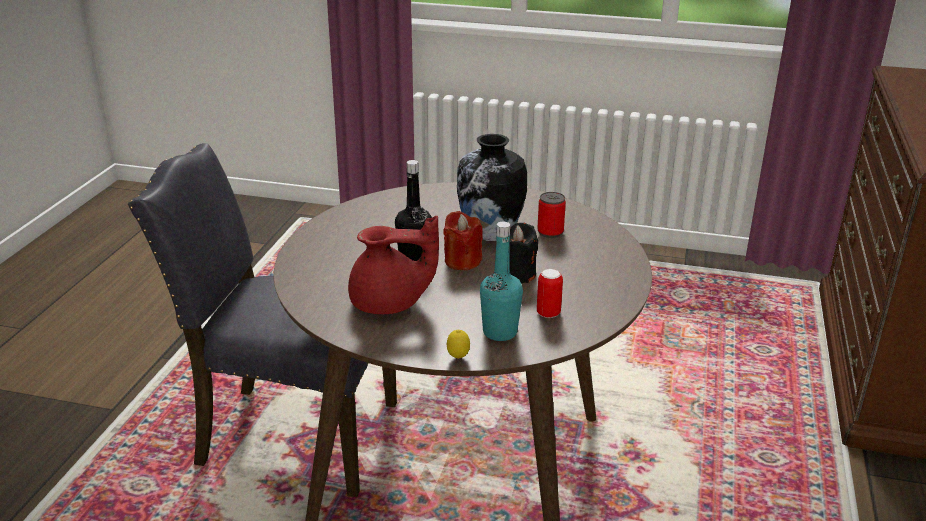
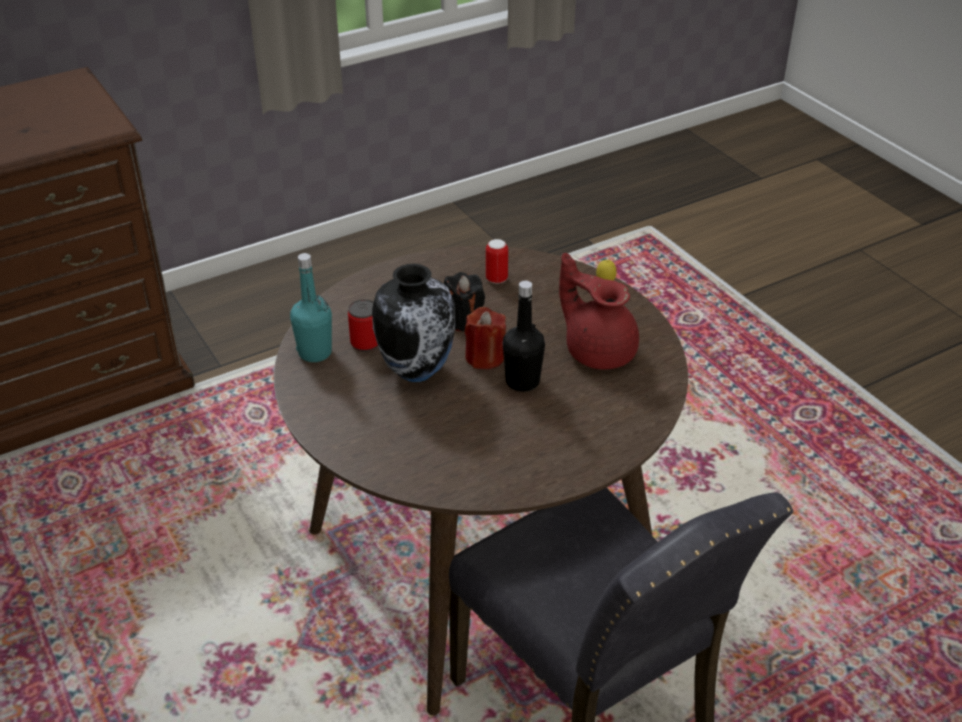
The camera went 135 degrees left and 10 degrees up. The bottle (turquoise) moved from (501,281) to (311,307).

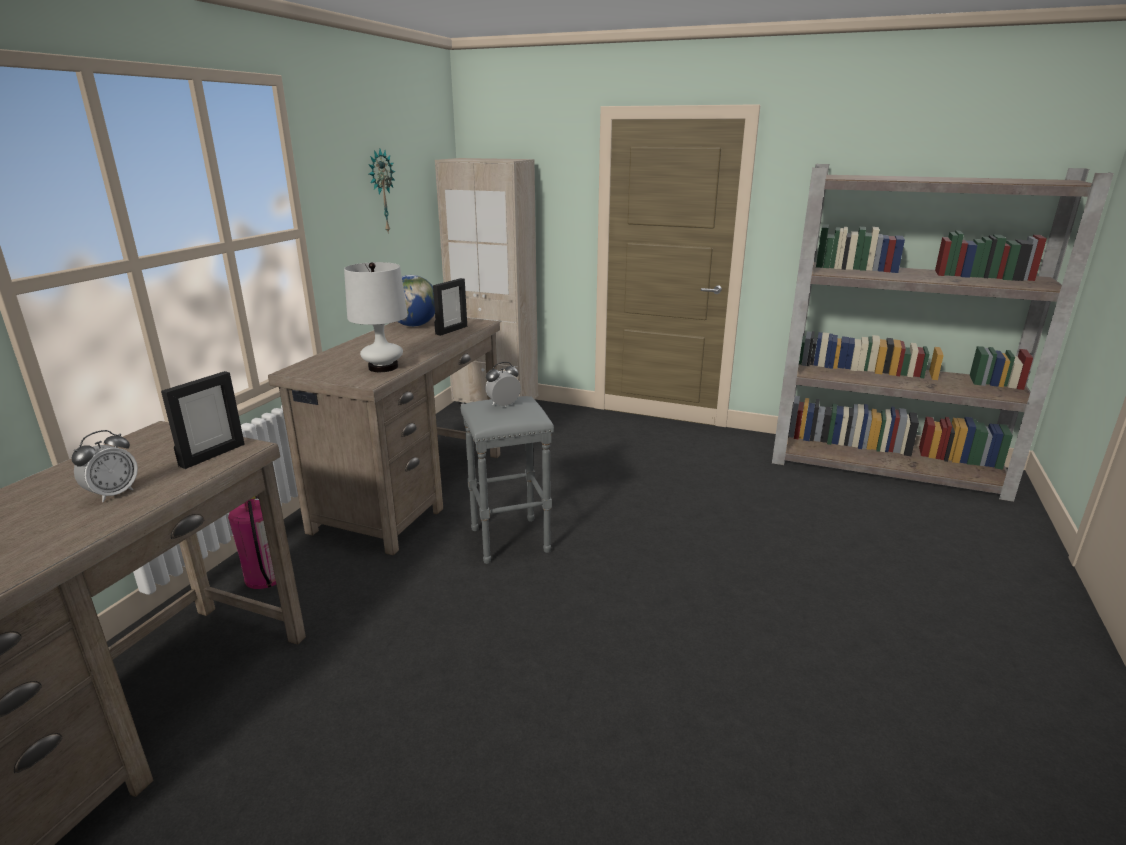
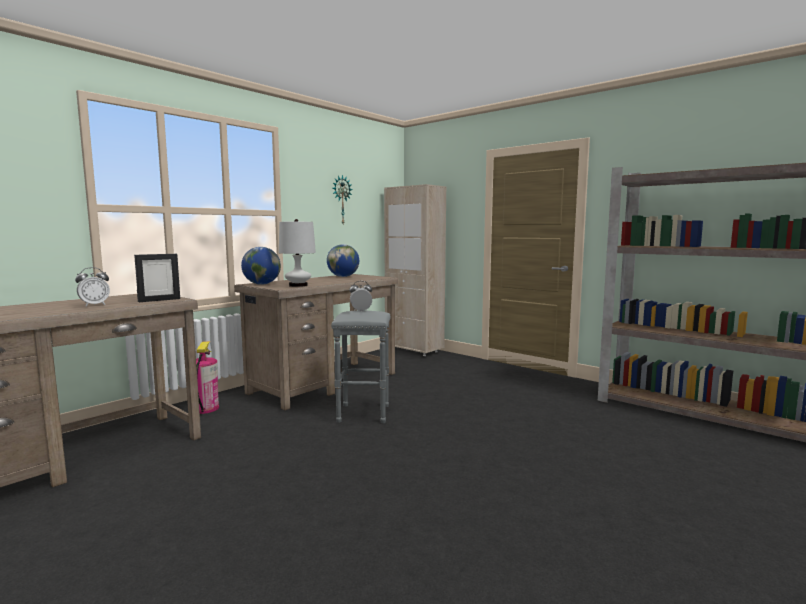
The camera went 20 degrees right and 15 degrees down. The globe at (261,266) appeared. The picture frame at (450,307) disappeared.

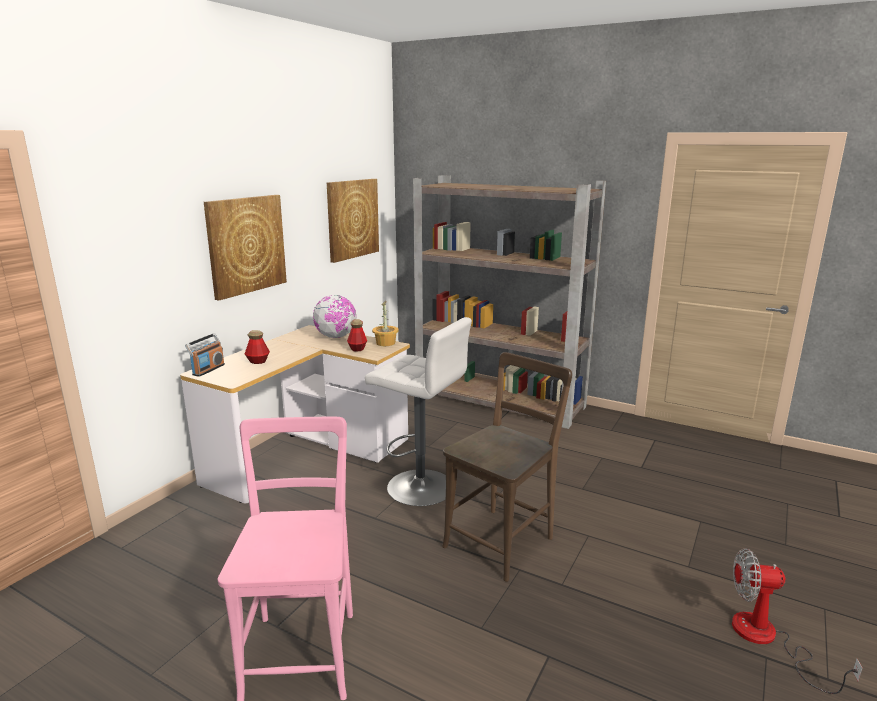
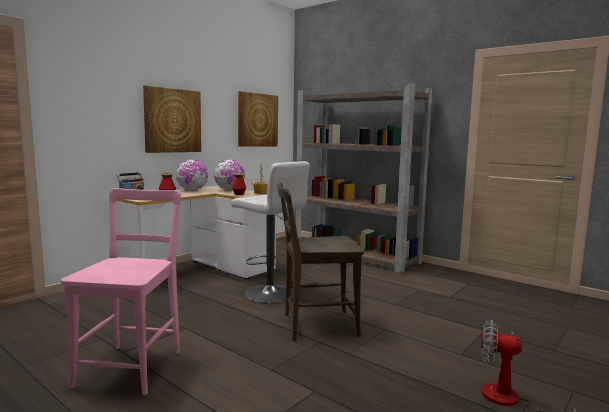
The camera went 10 degrees right and 10 degrees down. The globe at (192,175) appeared. The chair (brown) at (507,467) turned 150 degrees counterclockwise.

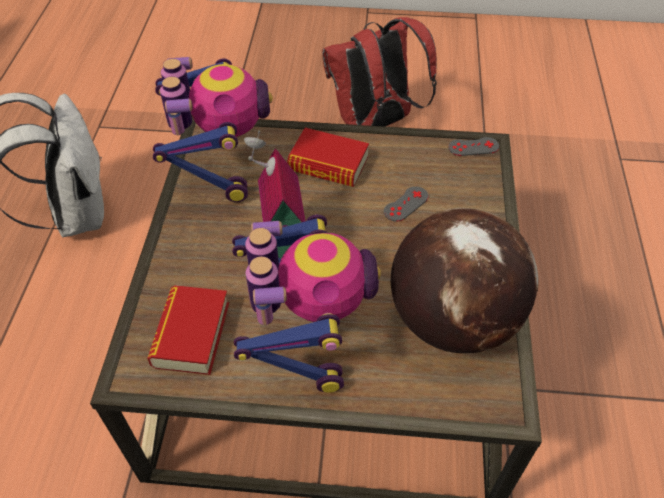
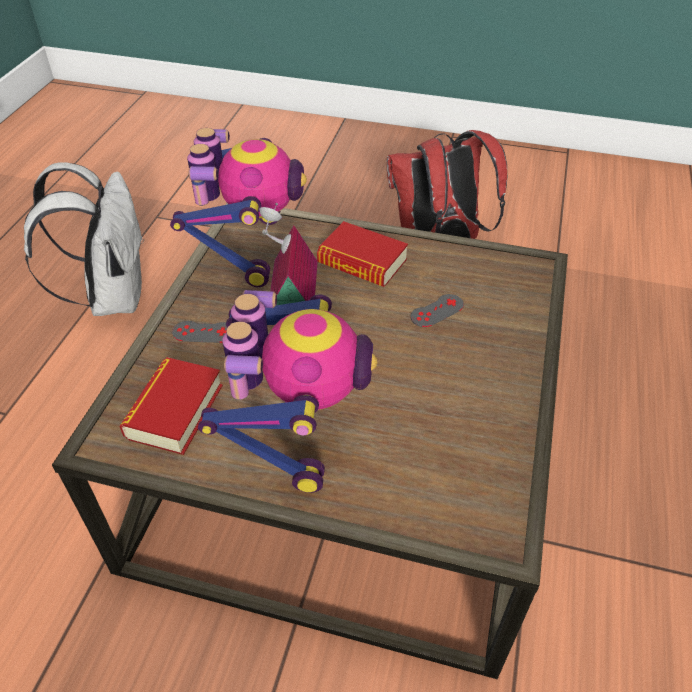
The camera went 10 degrees right and 5 degrees down. The game controller (grey) moved from (473,146) to (199,332). The globe at (464,280) disappeared.

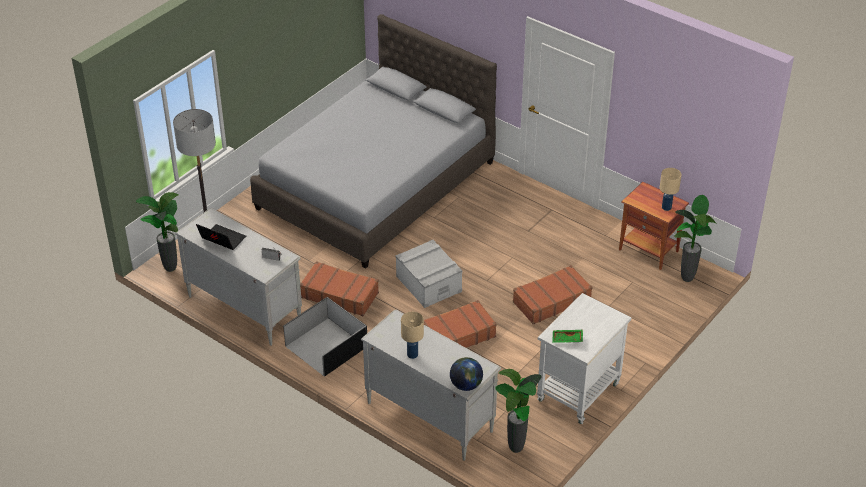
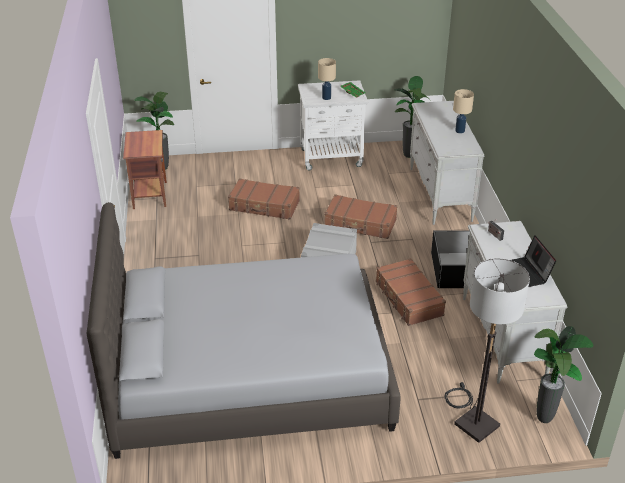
The camera went 135 degrees left and 5 degrees down. The table lamp (beige) moved from (670,189) to (327,79). The globe at (466,374) disappeared.

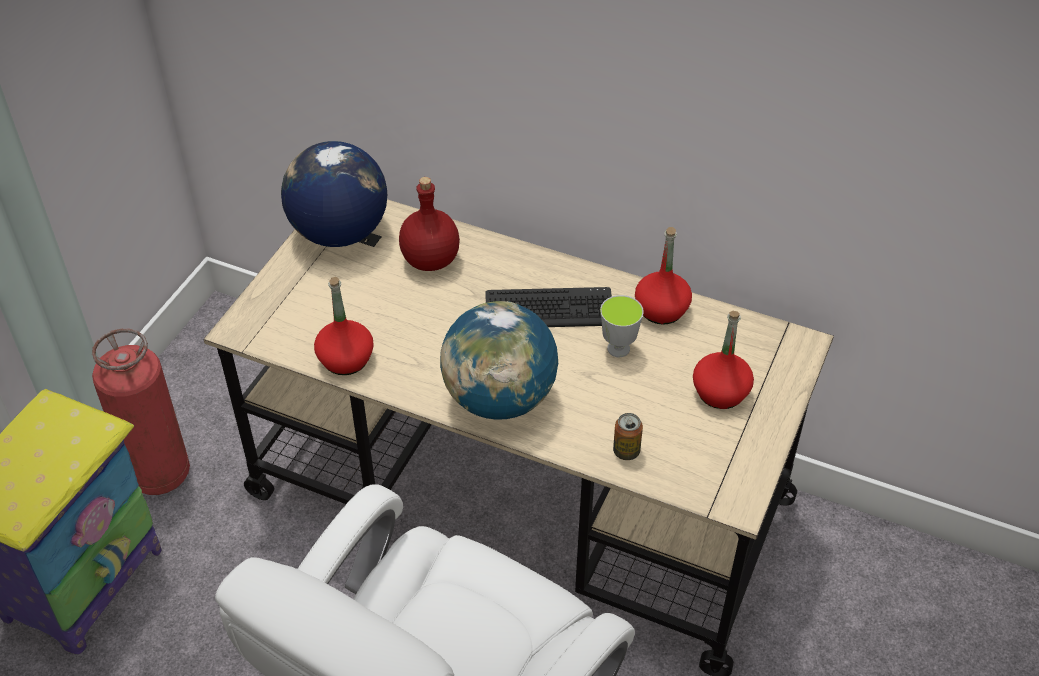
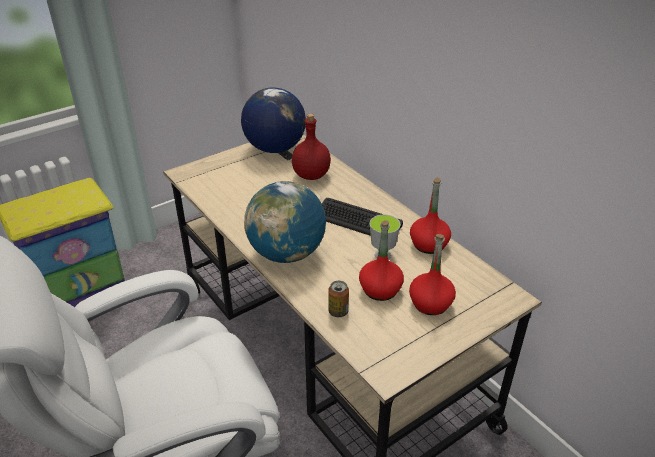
The camera went 30 degrees right and 10 degrees down. The bottle (red) moved from (344,326) to (381,260). The fire extinguisher at (141,412) disappeared.

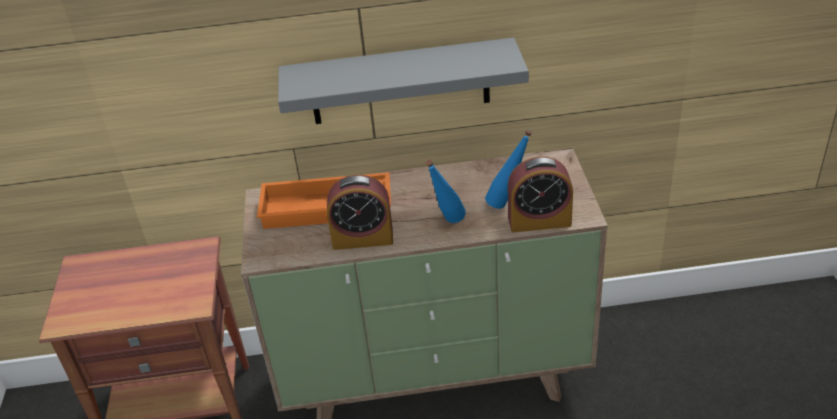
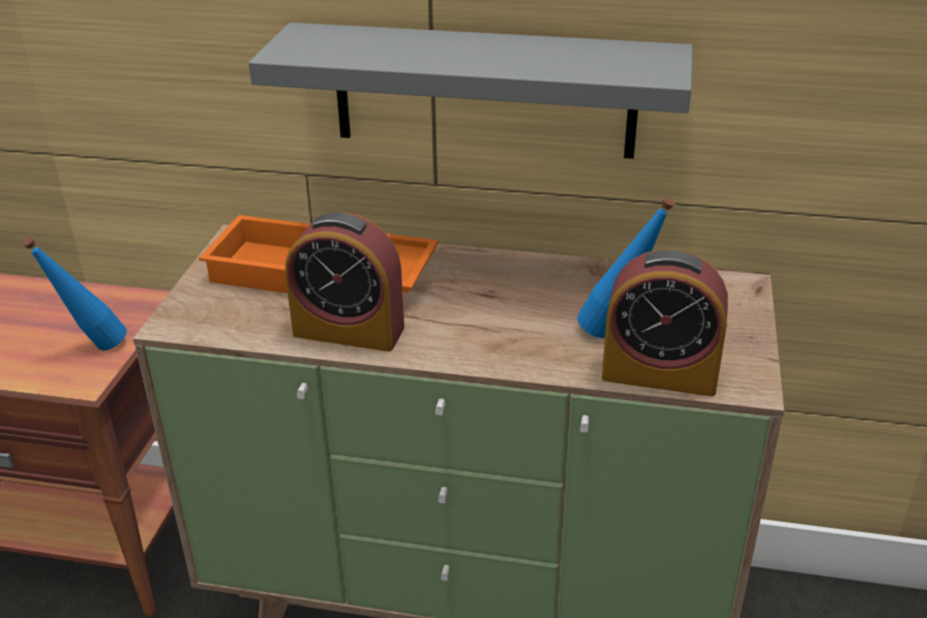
The camera went 15 degrees right and 5 degrees down. The bottle (blue) moved from (446,191) to (75,294).

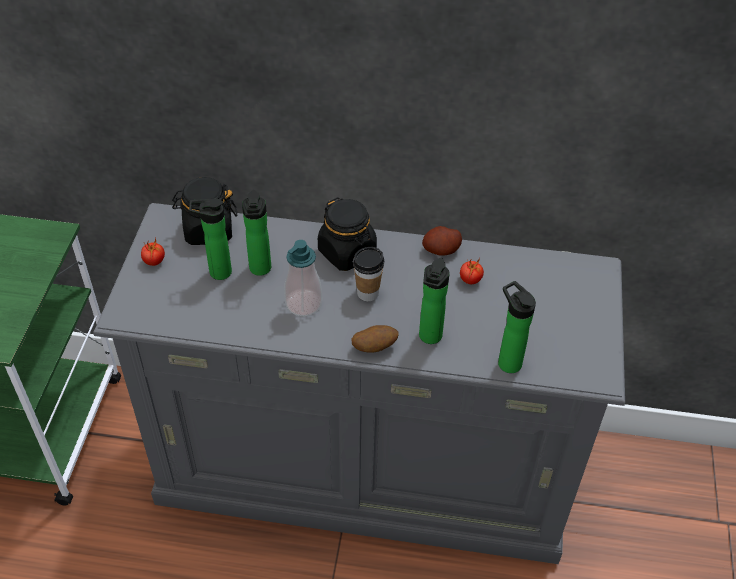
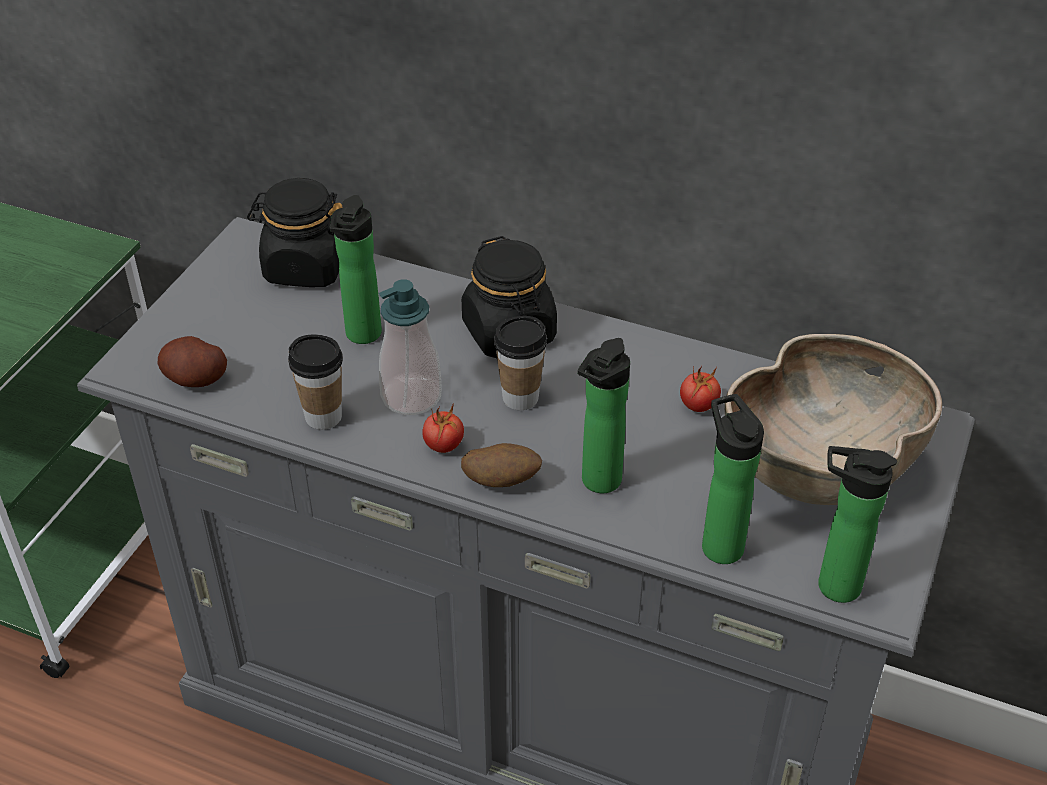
The camera went 15 degrees right and 5 degrees down. The potato moved from (442,241) to (192,361). The cup at (315,382) appeared. The tomato moved from (153,252) to (443,427). The bowl (brown) at (833,419) appeared. The bottle moved from (210,239) to (857,524).

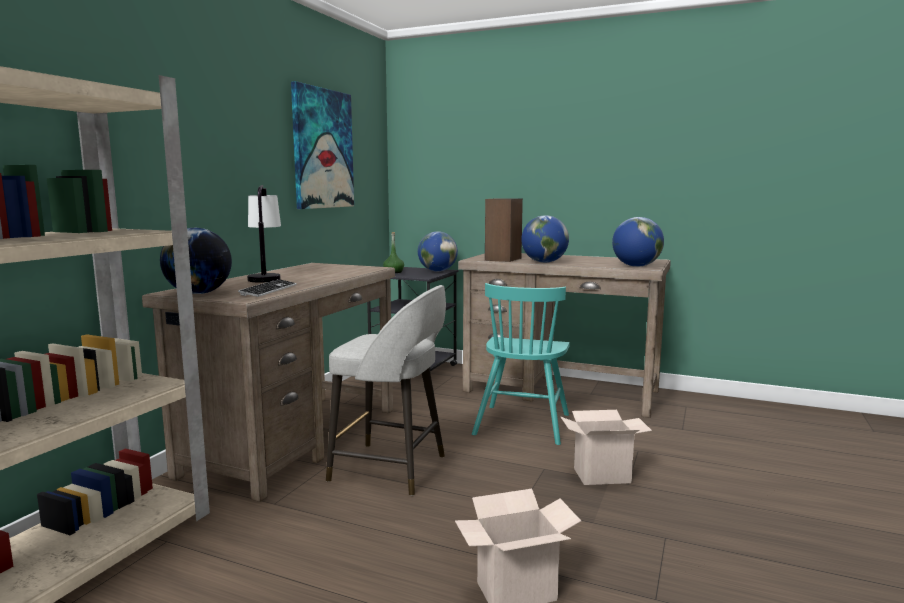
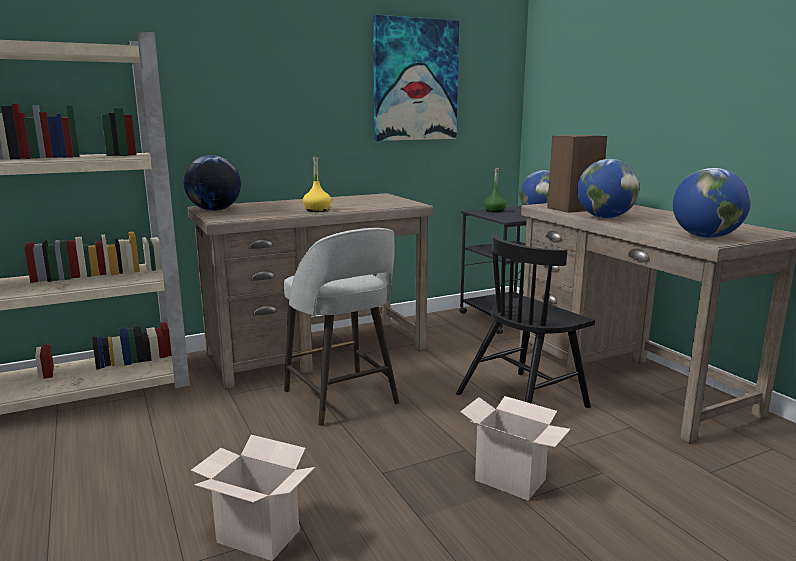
The camera went 40 degrees right and 5 degrees up. The bottle (yellow) at (317,184) appeared. The chair (turquoise) at (521,364) became the chair (black) at (525,320). The keyboard at (267,288) disappeared. The table lamp at (264,233) disappeared.

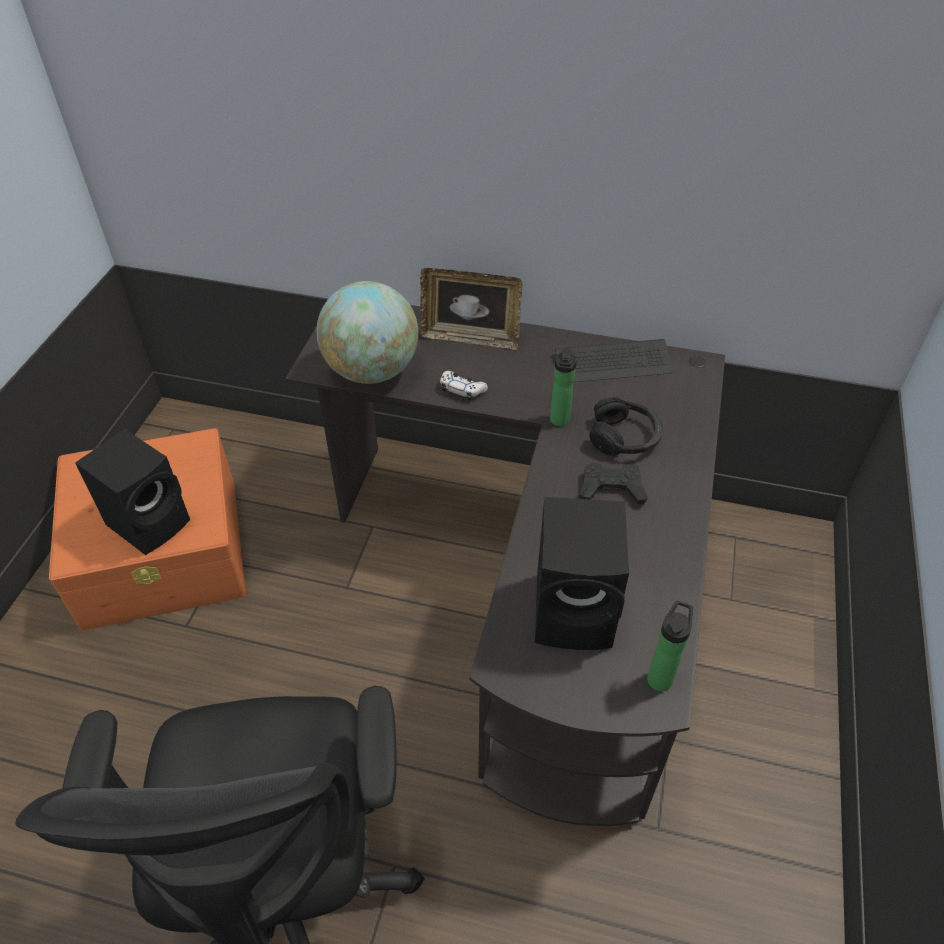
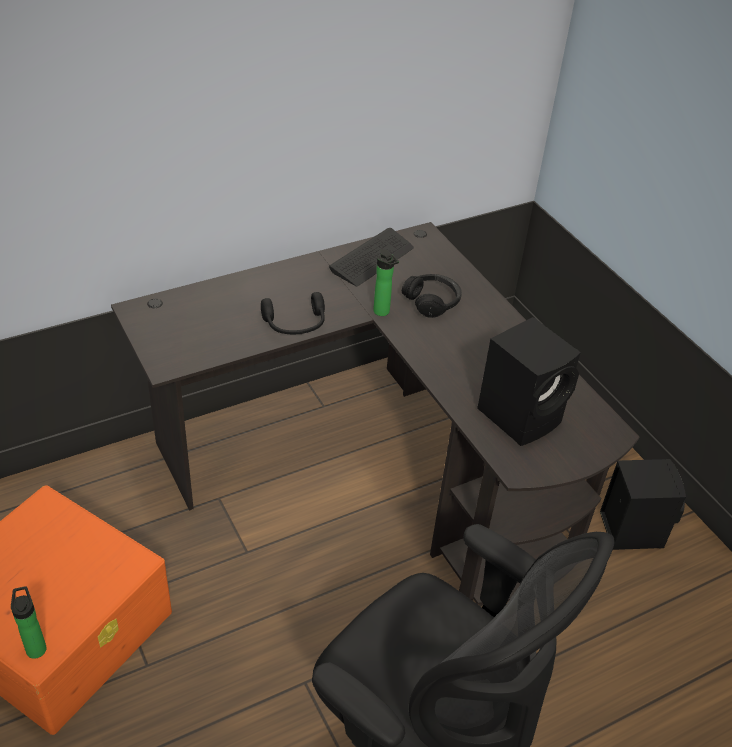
The camera went 45 degrees left and 5 degrees down. The bottle moved from (670,645) to (29,622). The game controller (white) at (464,386) was replaced by the headphones (black) at (293,313). The speaker (black) moved from (132,492) to (643,504). The globe at (367,332) disappeared. The picture frame at (471,309) disappeared. The game controller (black) at (613,483) disappeared.

